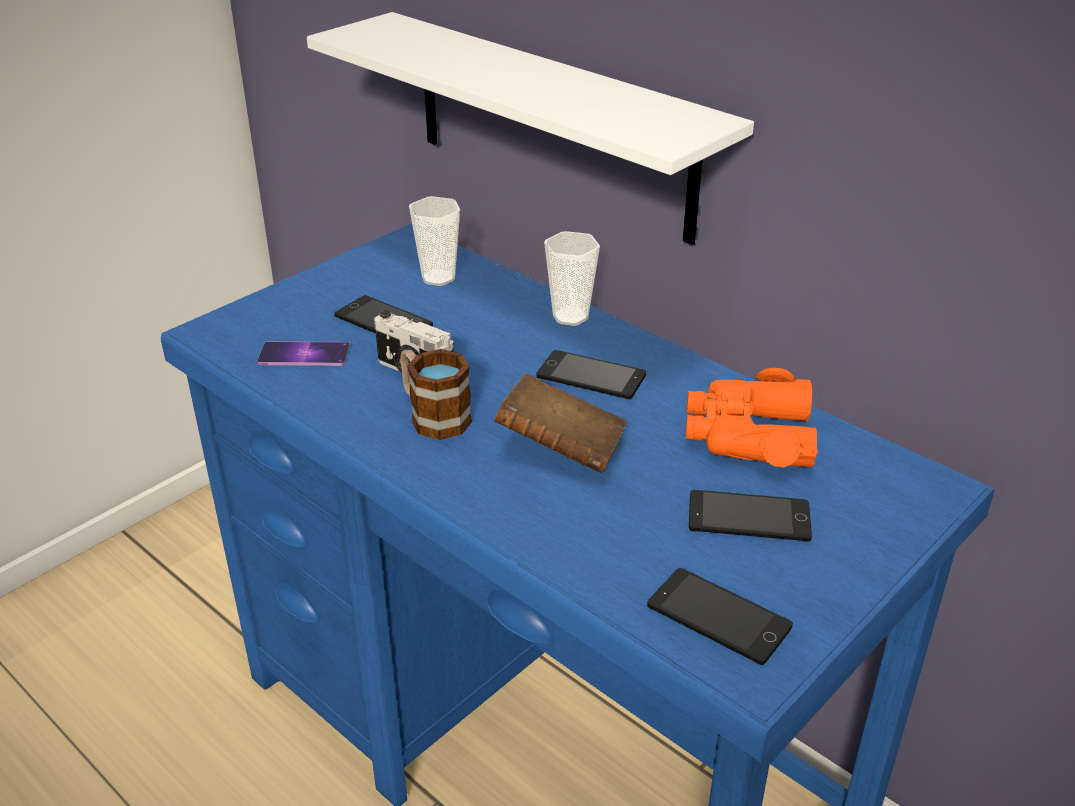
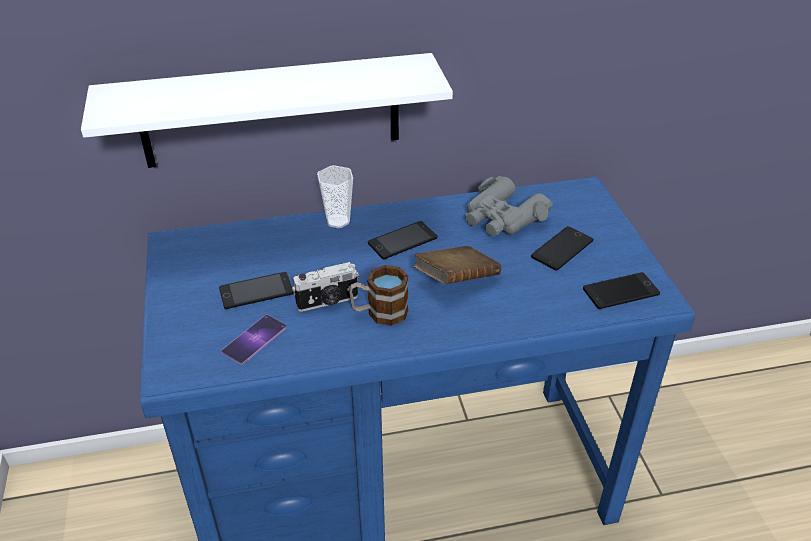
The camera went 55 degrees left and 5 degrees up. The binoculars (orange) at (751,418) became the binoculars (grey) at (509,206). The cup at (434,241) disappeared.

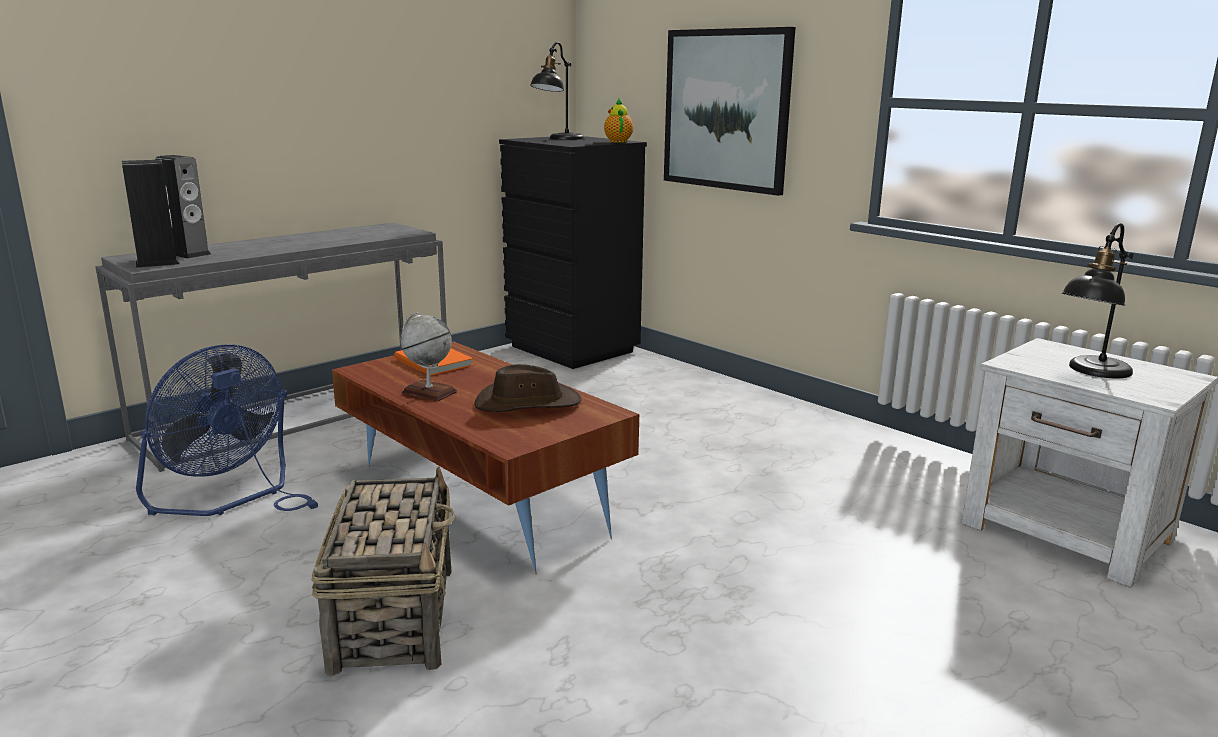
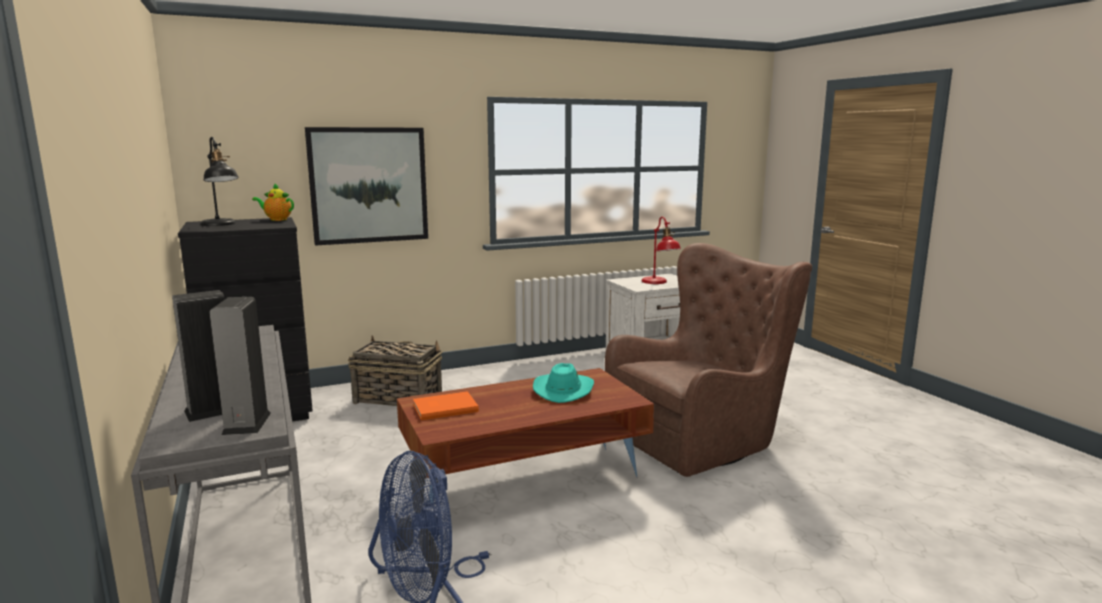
The camera went 70 degrees left and 5 degrees down. The basket moved from (383,571) to (395,370). The hat (brown) at (528,388) became the hat (turquoise) at (563,383). The armchair (brown) at (708,360) appeared. The table lamp (black) at (1097,300) became the table lamp (red) at (661,250). The globe at (429,357) disappeared.

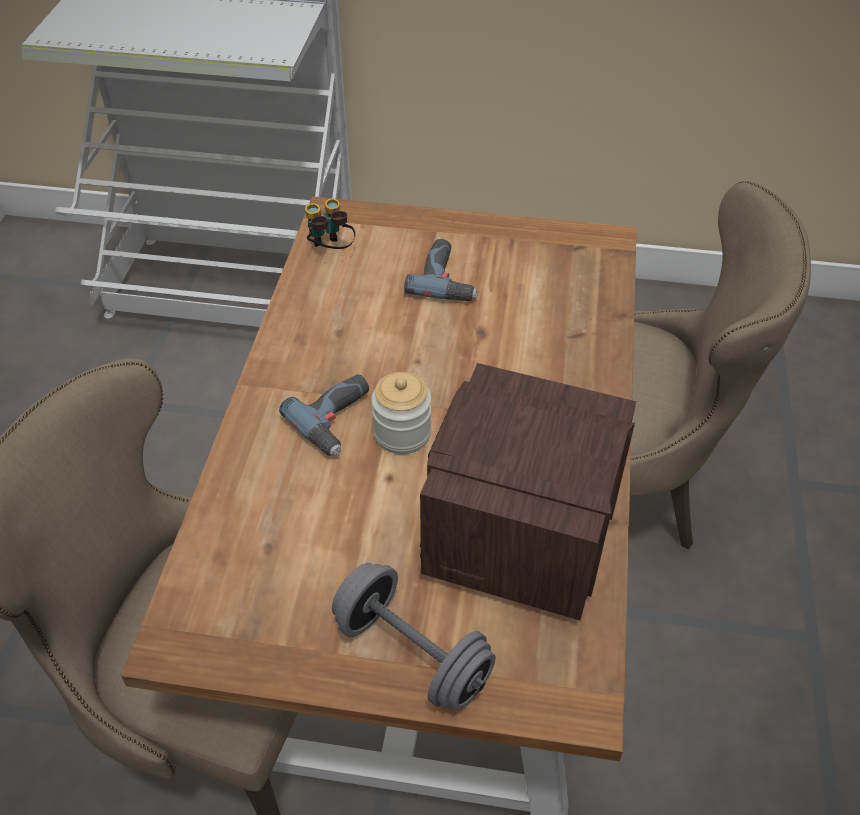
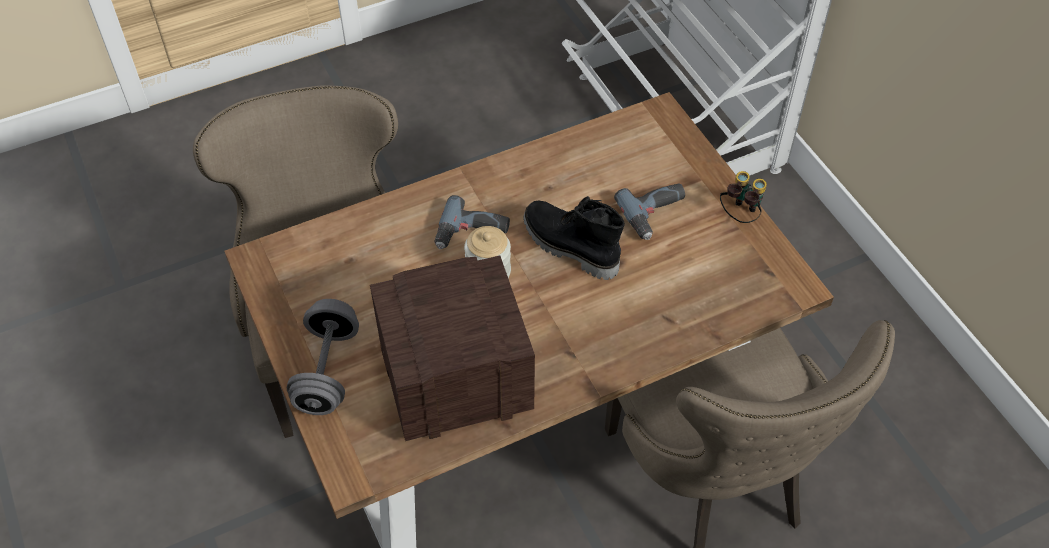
The camera went 55 degrees right and 5 degrees up. The boot (black) at (574,238) appeared. The binoculars moved from (330,223) to (743,197).

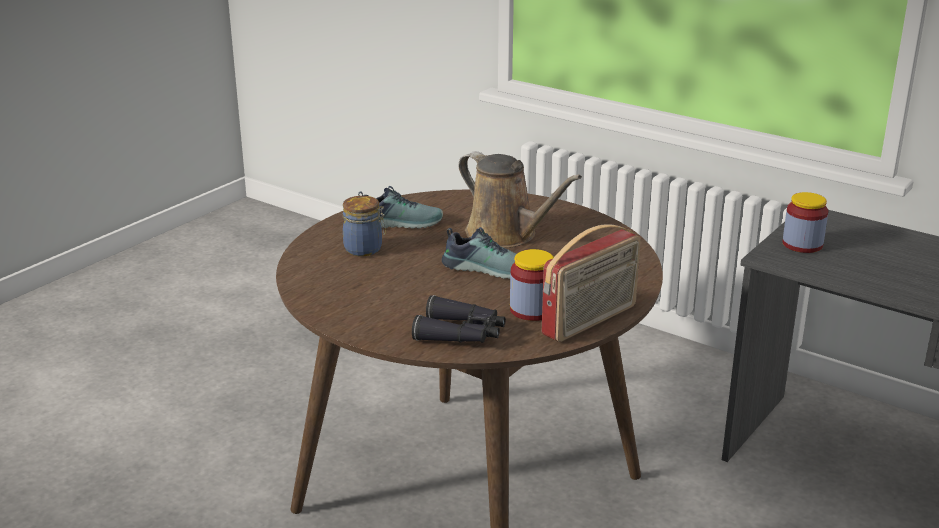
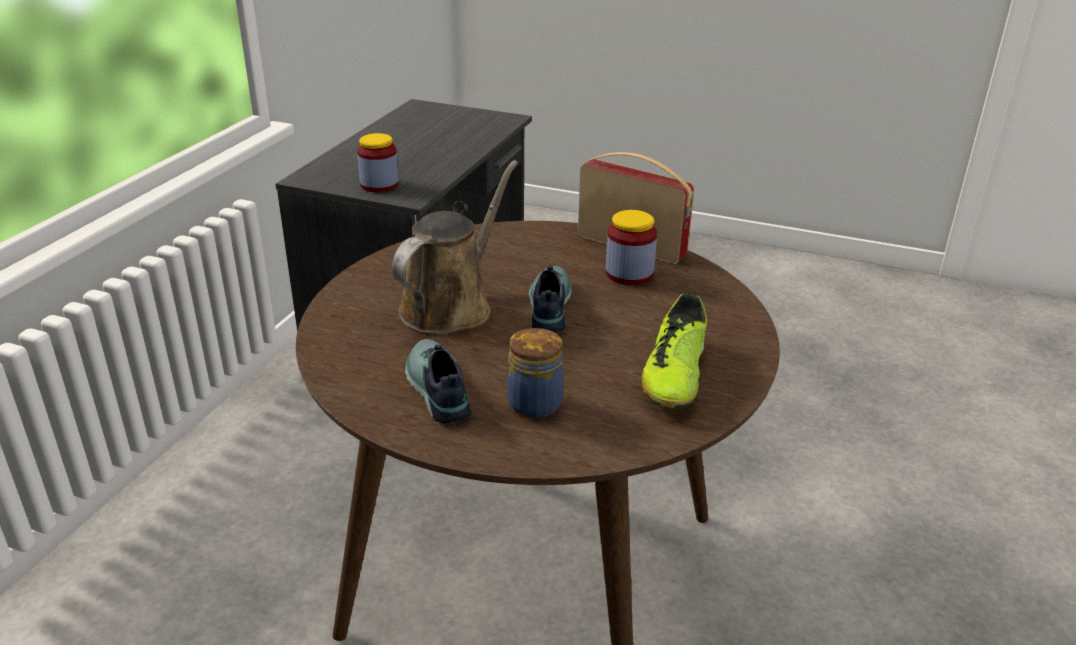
The camera went 105 degrees left and 5 degrees up. The shoe at (674,350) appeared. The binoculars (black) at (459,319) disappeared.

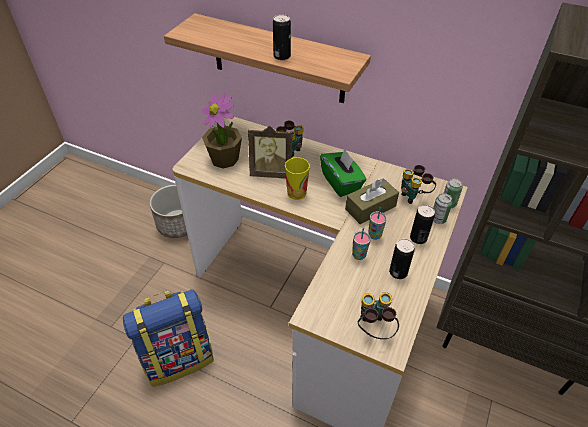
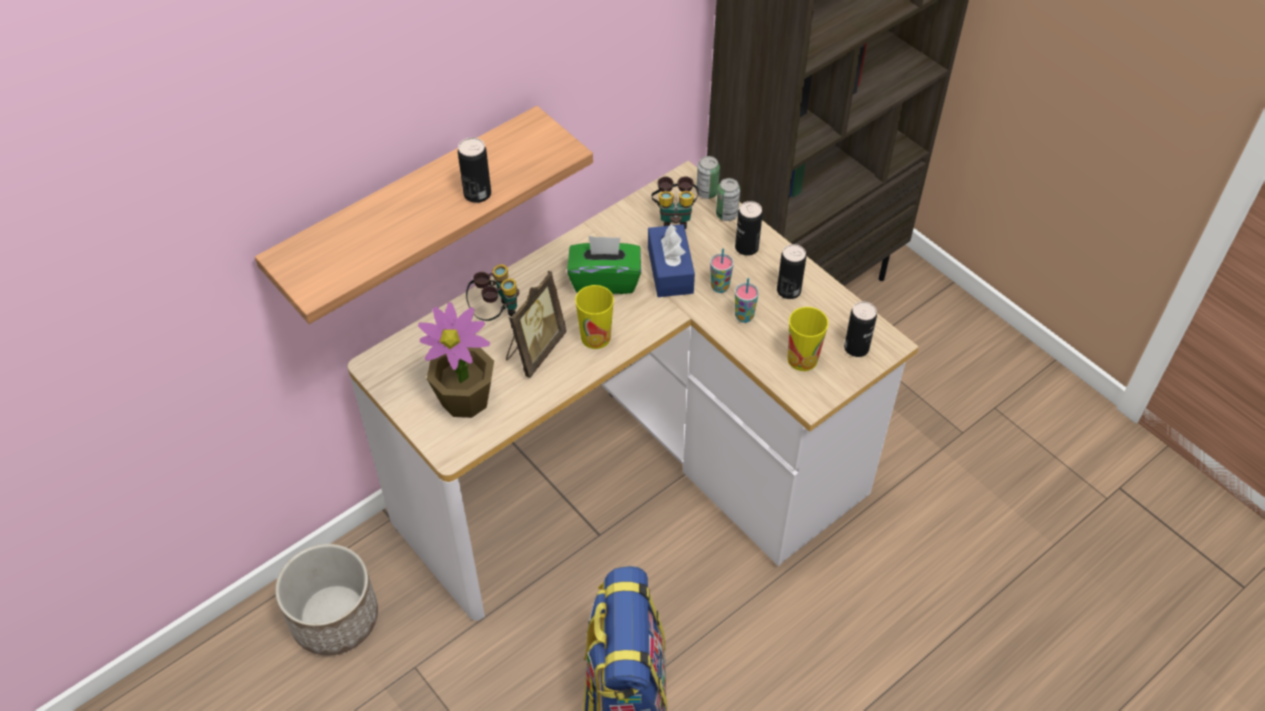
The camera went 65 degrees left and 5 degrees up. The tissue box (brown) at (372,201) became the tissue box (blue) at (671,260). The cup at (808,339) appeared. The binoculars at (378,315) was replaced by the can at (860,329).

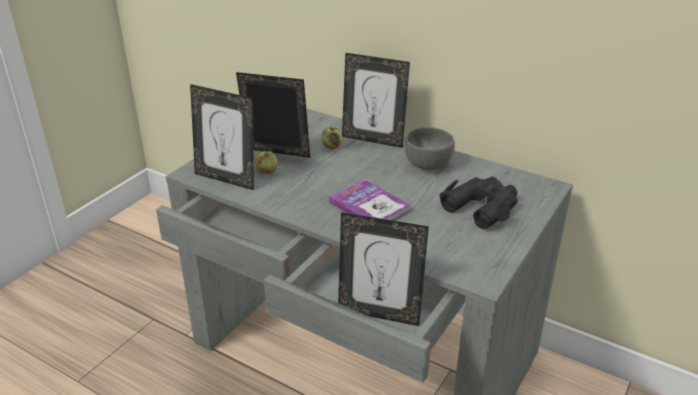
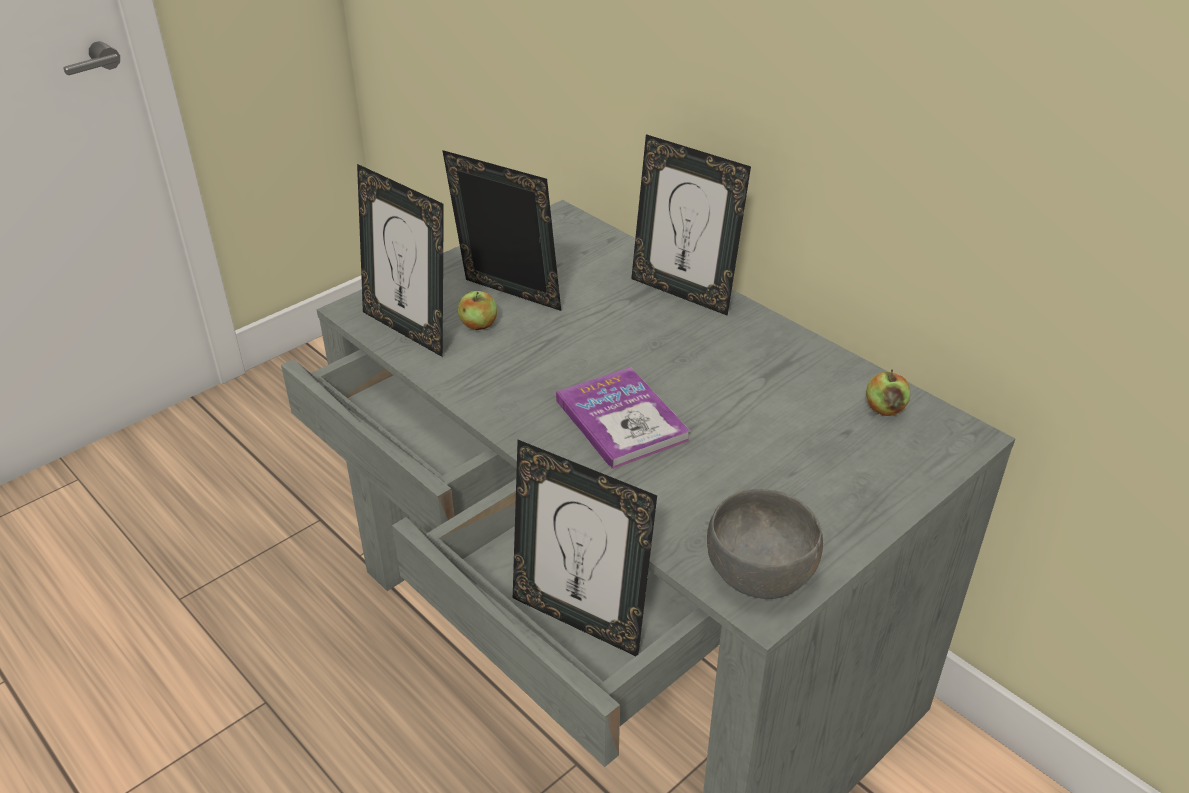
The camera went 15 degrees right and 5 degrees up. The bowl (grey) moved from (429,148) to (765,544). The apple moved from (332,137) to (888,393). The binoculars (black) at (479,203) disappeared.

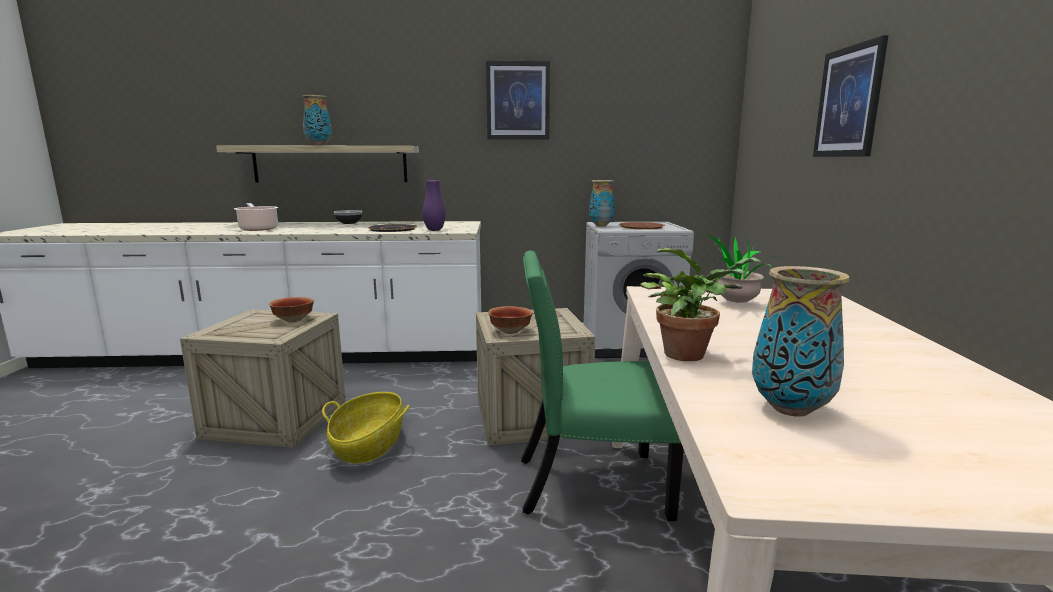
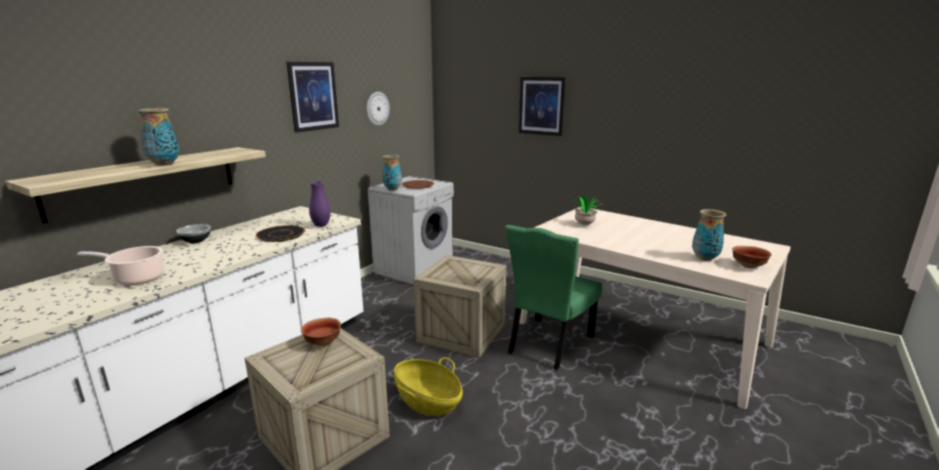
The camera went 55 degrees left and 5 degrees up. The wall clock at (378,109) appeared. The bowl moved from (510,320) to (752,257). The potted plant at (700,304) disappeared.

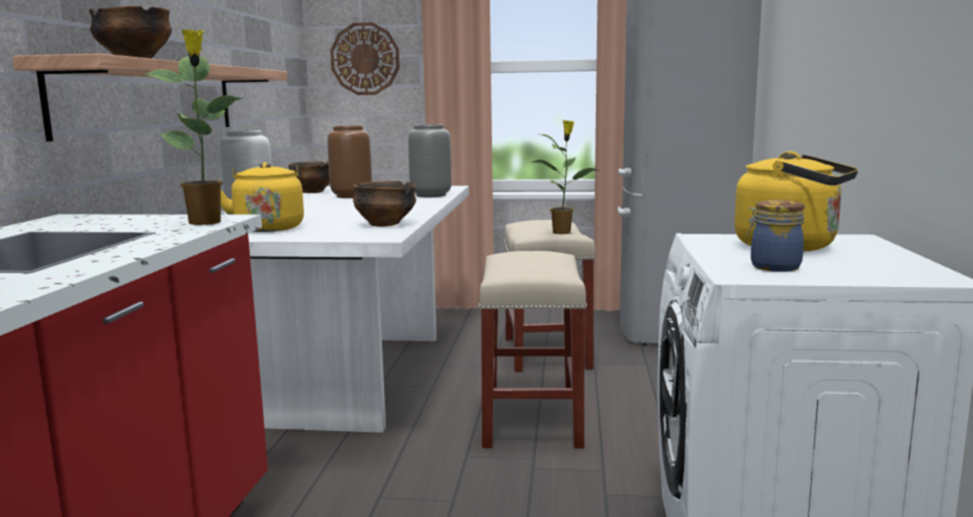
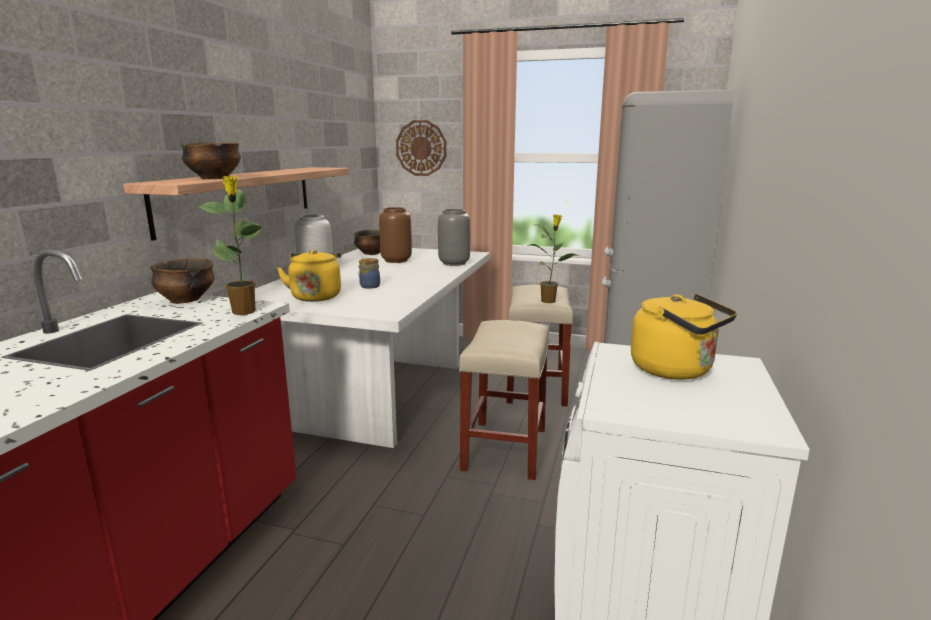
The camera went 10 degrees right and 5 degrees up. The bowl moved from (384,204) to (182,281). The jar moved from (775,236) to (369,273).

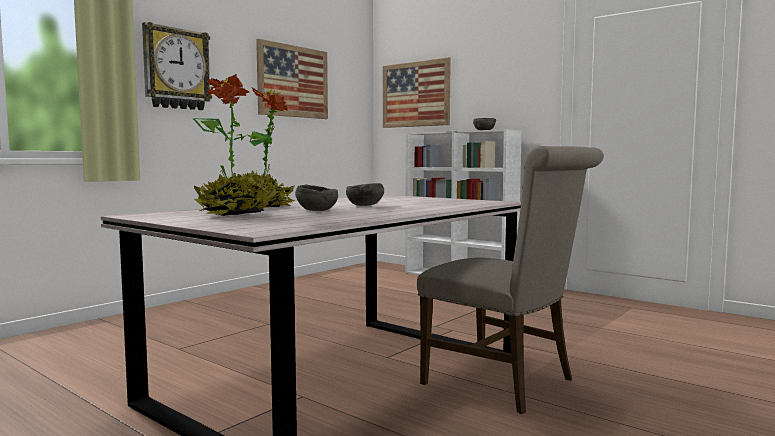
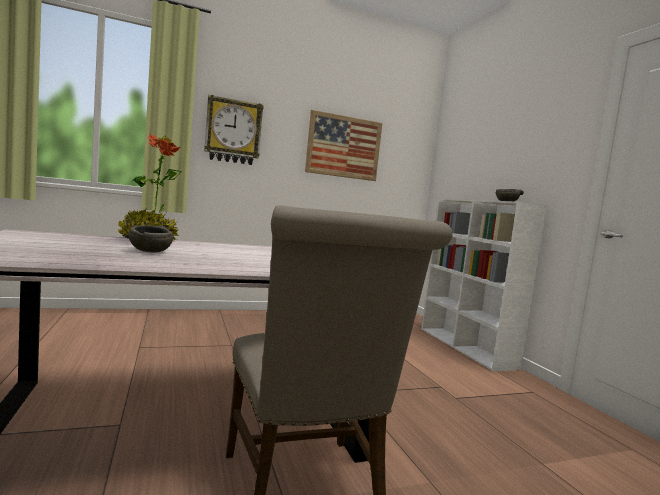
The camera went 30 degrees right and 0 degrees up. The potted plant at (234,145) disappeared. The bowl (grey) at (365,194) disappeared. The picture at (417,92) disappeared.

